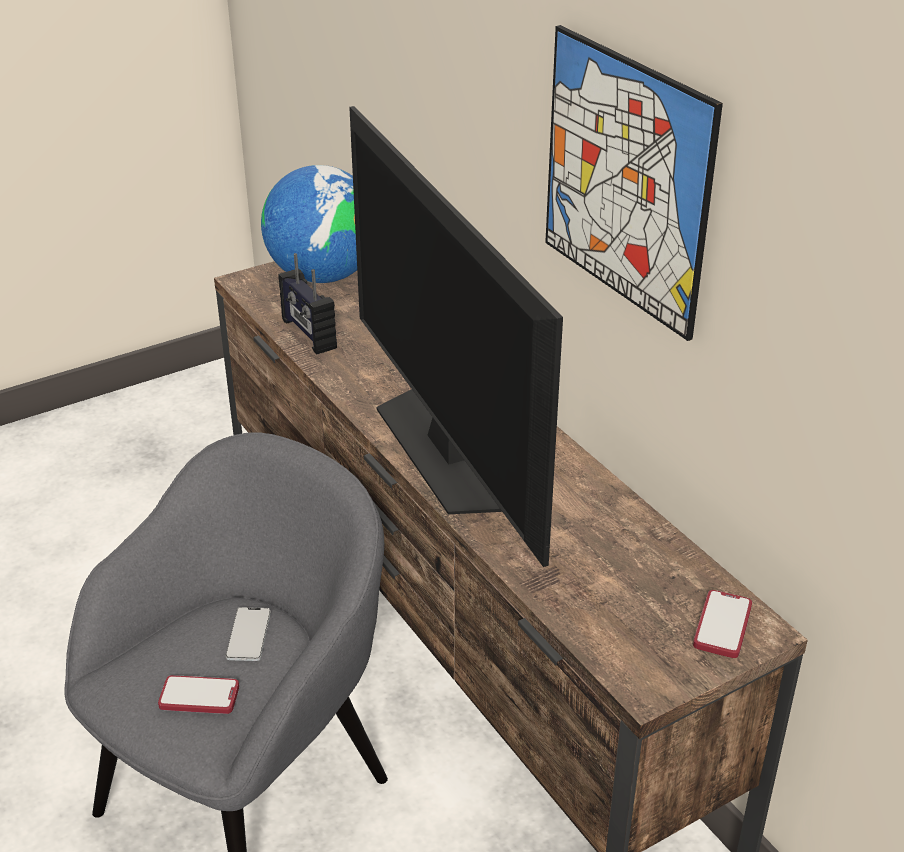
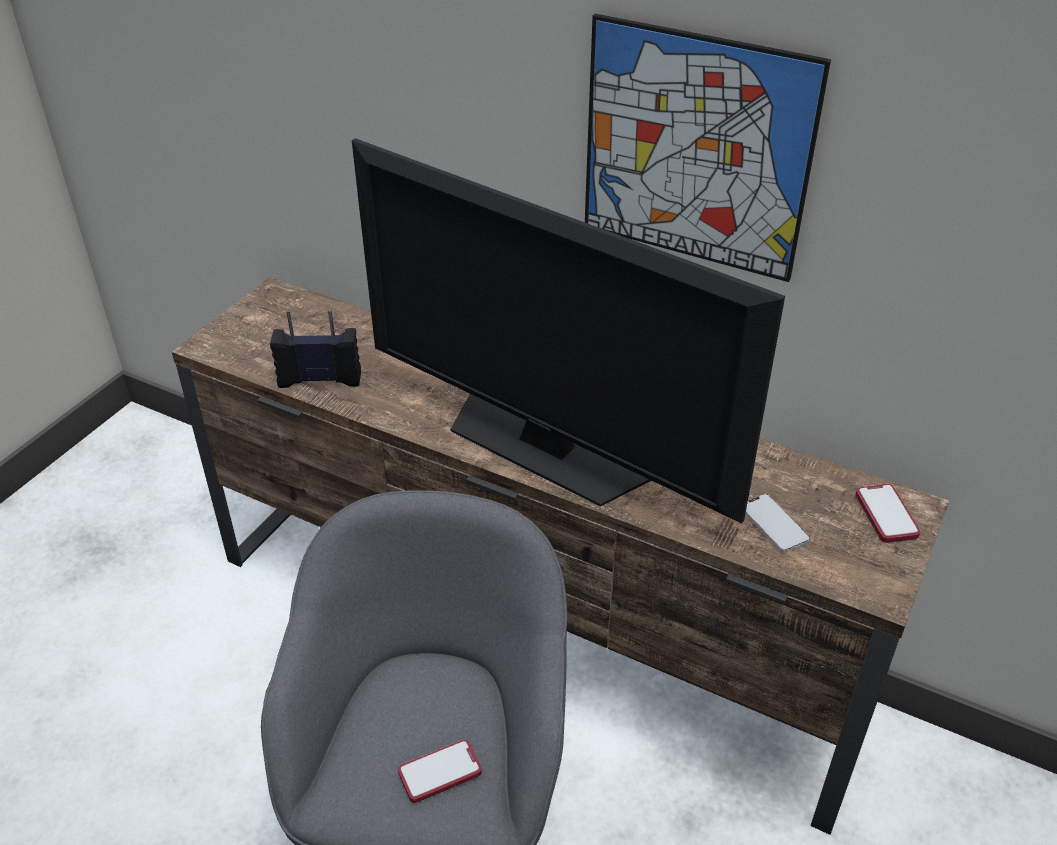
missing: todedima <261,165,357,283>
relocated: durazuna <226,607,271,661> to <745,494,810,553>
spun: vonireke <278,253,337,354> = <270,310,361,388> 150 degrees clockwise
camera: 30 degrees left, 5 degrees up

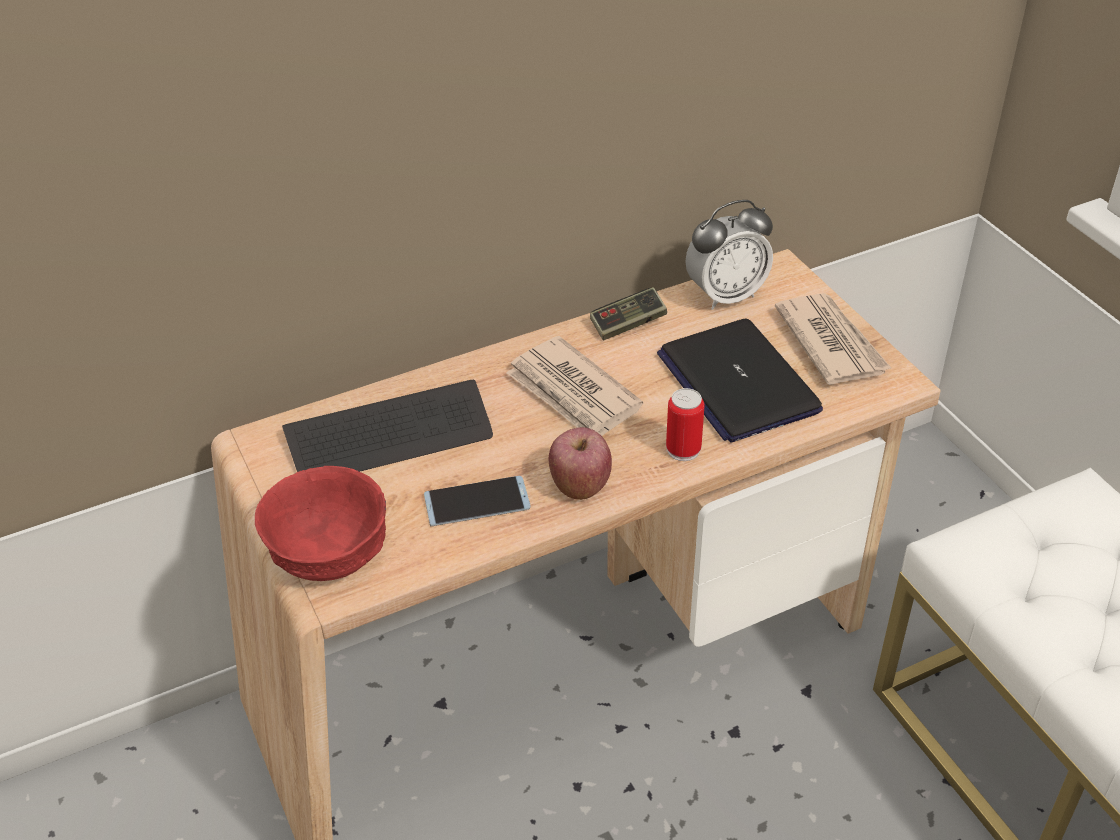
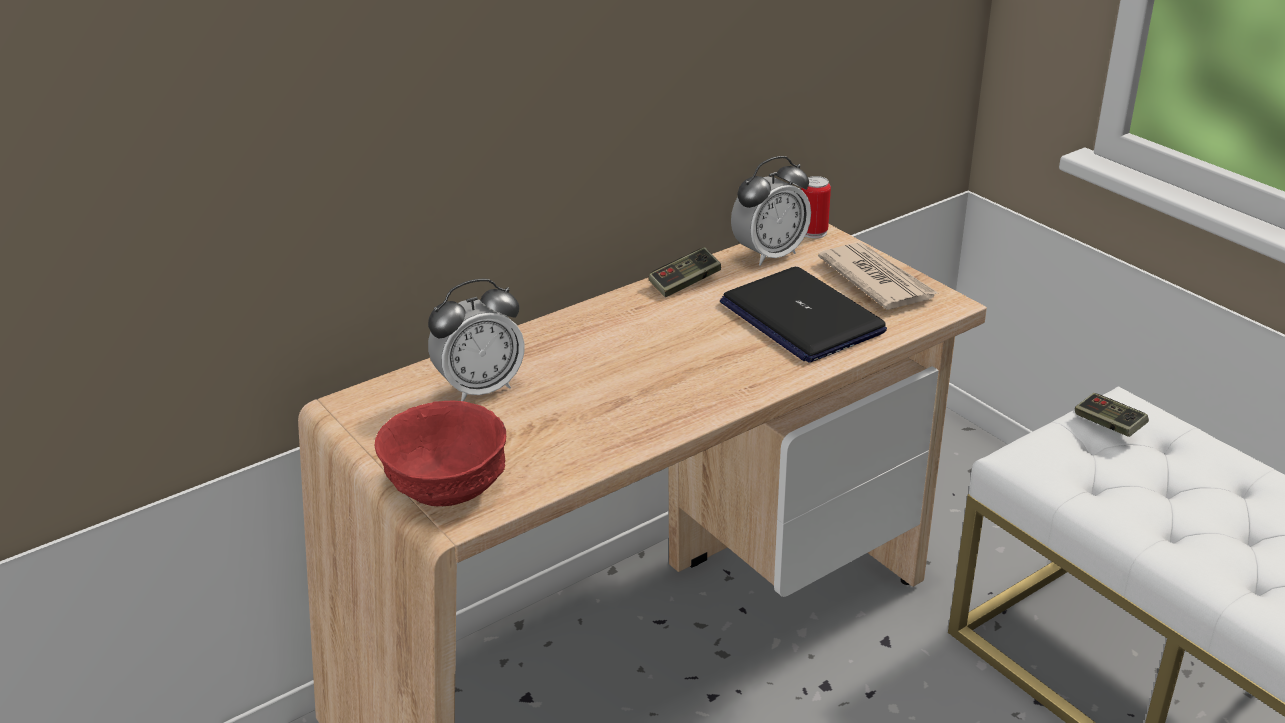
missing: durazuna <424,476,531,526>; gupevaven <506,336,643,436>; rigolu <548,427,612,500>
appeared: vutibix <1075,393,1149,437>
relocated: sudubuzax <666,388,704,461> to <801,176,831,238>
exchanged: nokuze <282,380,493,472> to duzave <428,279,525,401>
camera: 10 degrees left, 10 degrees down

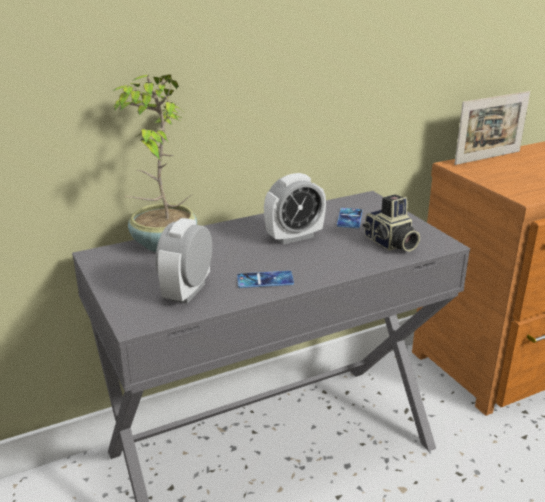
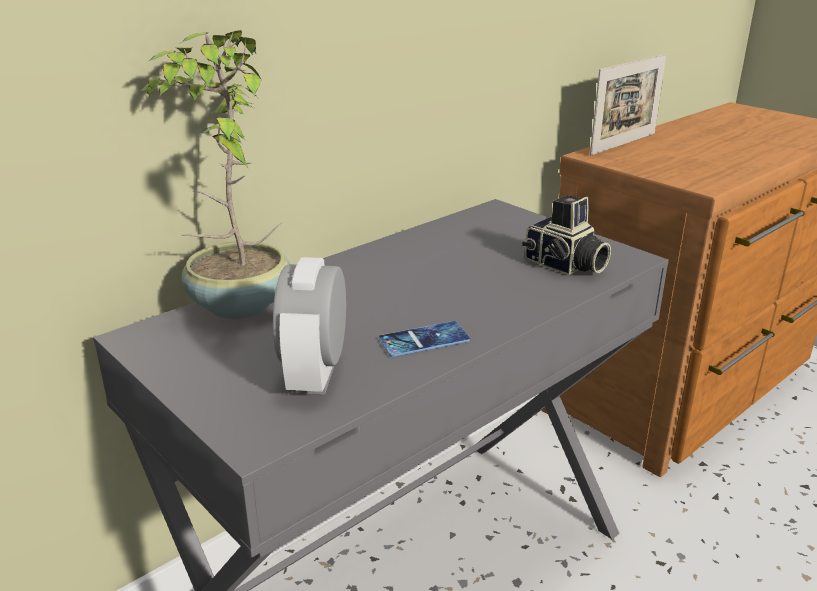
missing: duzave <264,173,326,244>; durazuna <337,208,362,228>
camera: 15 degrees left, 0 degrees up

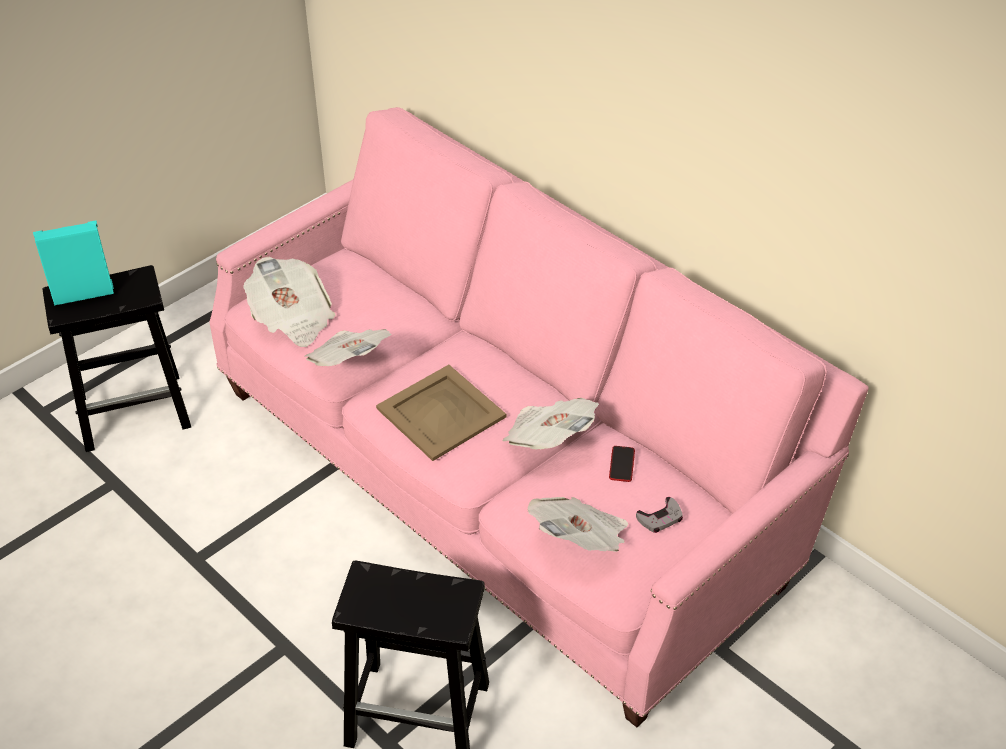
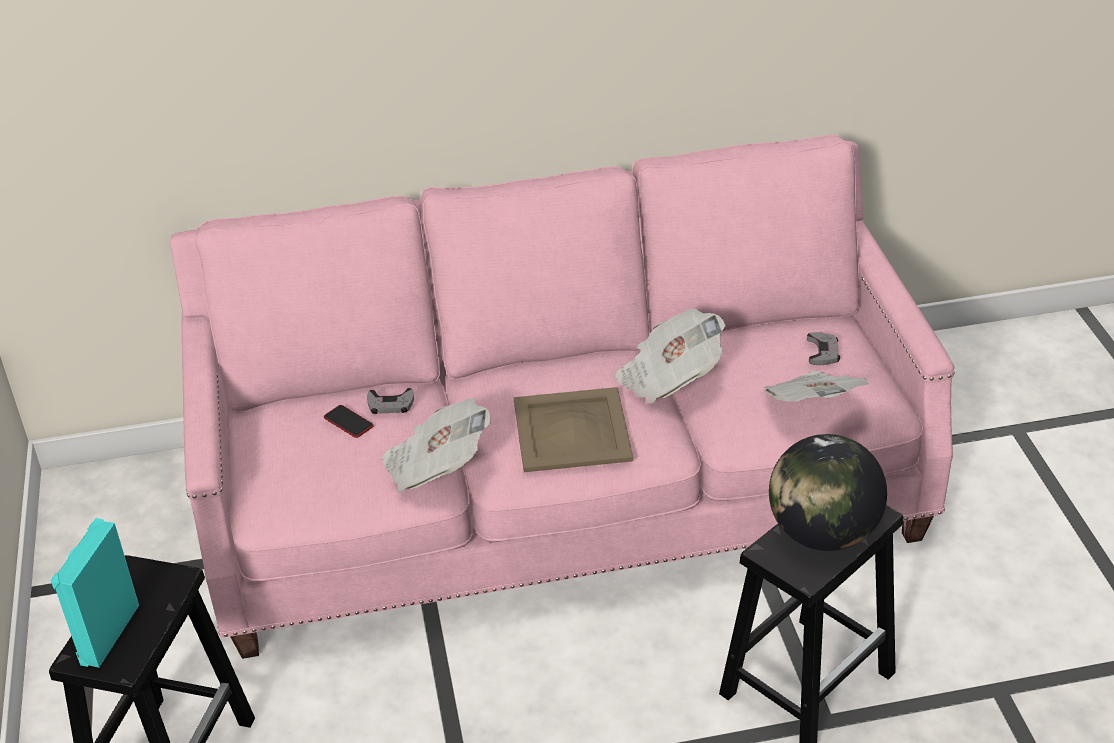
missing: gupevaven <243,256,335,347>
appeared: grey_vutibix <367,388,414,414>; todedima <769,434,887,551>
relocated: durazuna <609,446,635,482> to <324,405,373,438>
camera: 55 degrees left, 5 degrees down

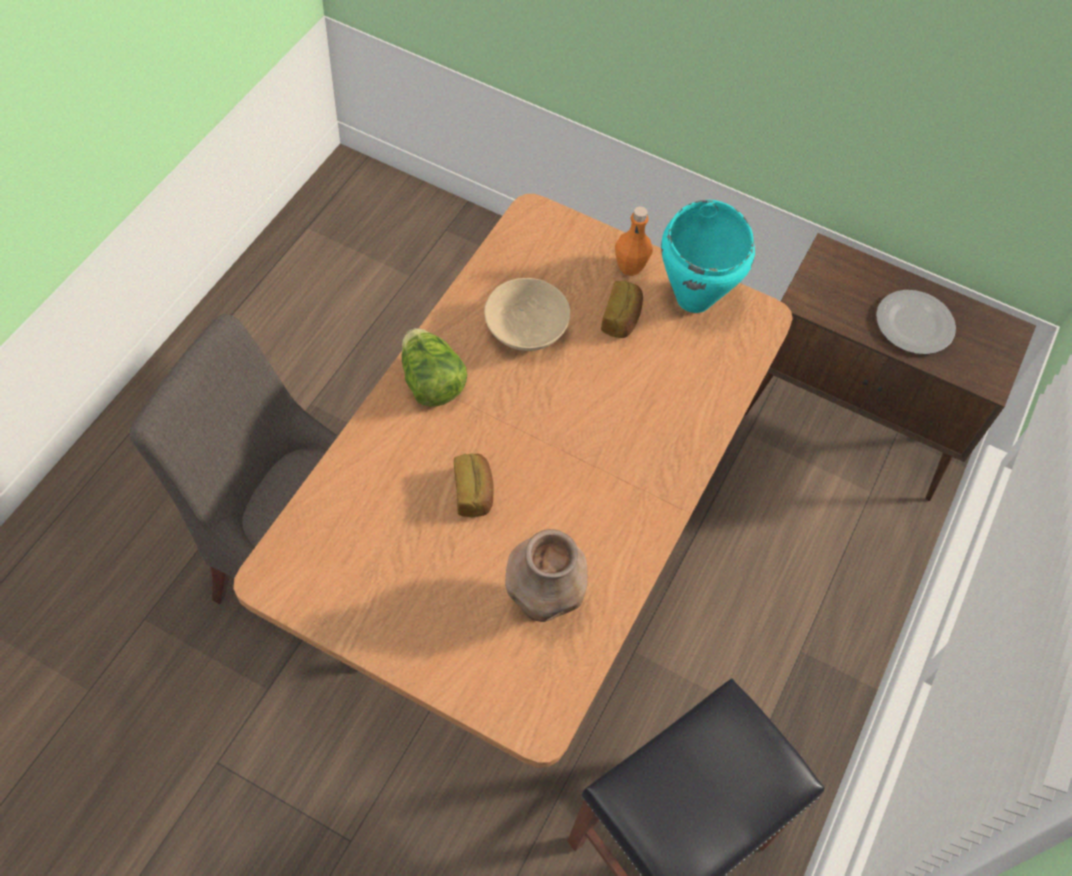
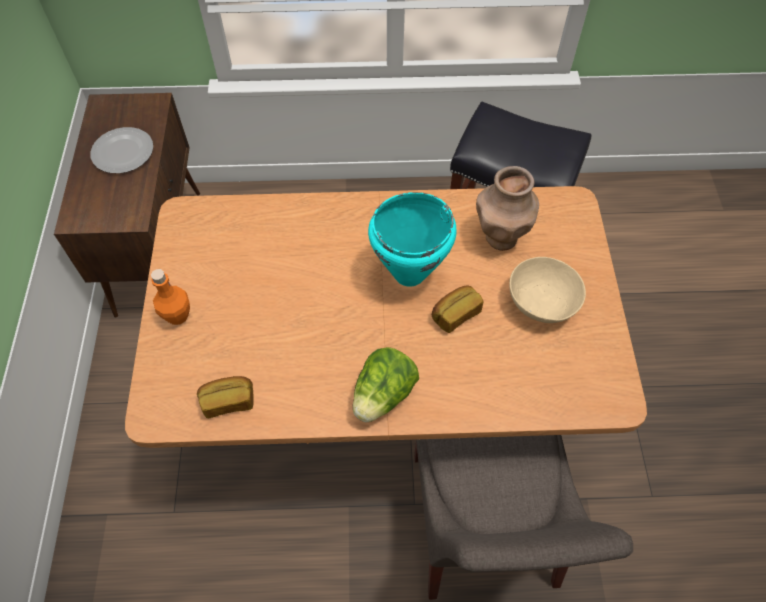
relocated: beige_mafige <484,278,570,351> to <509,257,586,323>; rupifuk <601,281,643,338> to <197,376,254,418>; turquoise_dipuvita <661,200,755,313> to <368,192,456,287>
camera: 115 degrees left, 0 degrees up

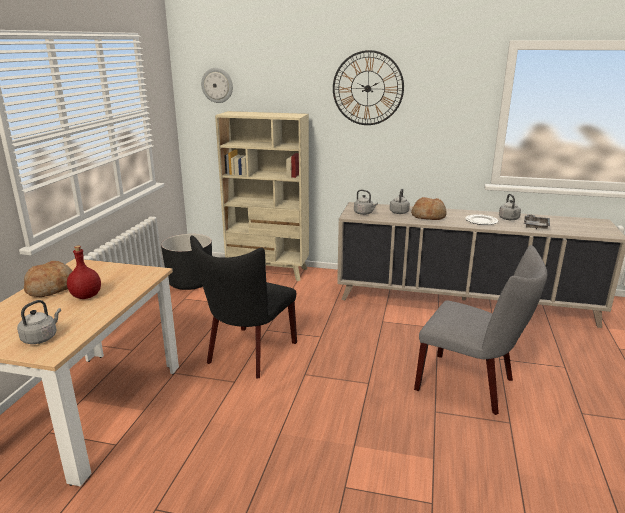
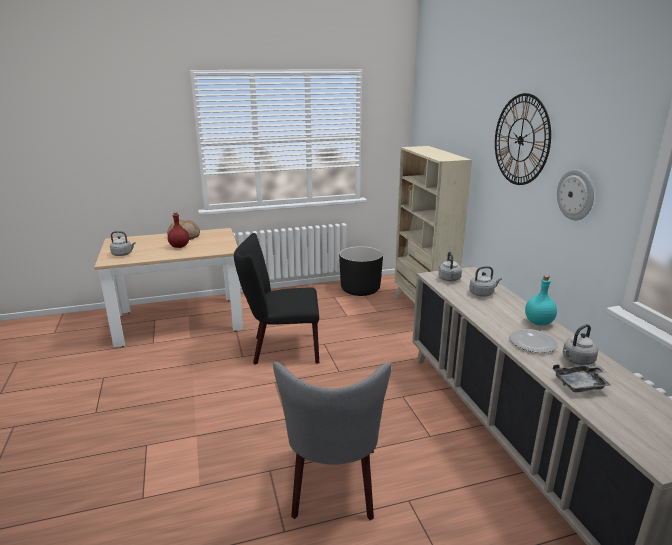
missing: rupifuk <411,197,447,220>
appeared: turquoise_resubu <525,275,557,325>
relocated: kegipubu <201,68,233,103> to <557,169,594,220>
camera: 60 degrees right, 0 degrees up

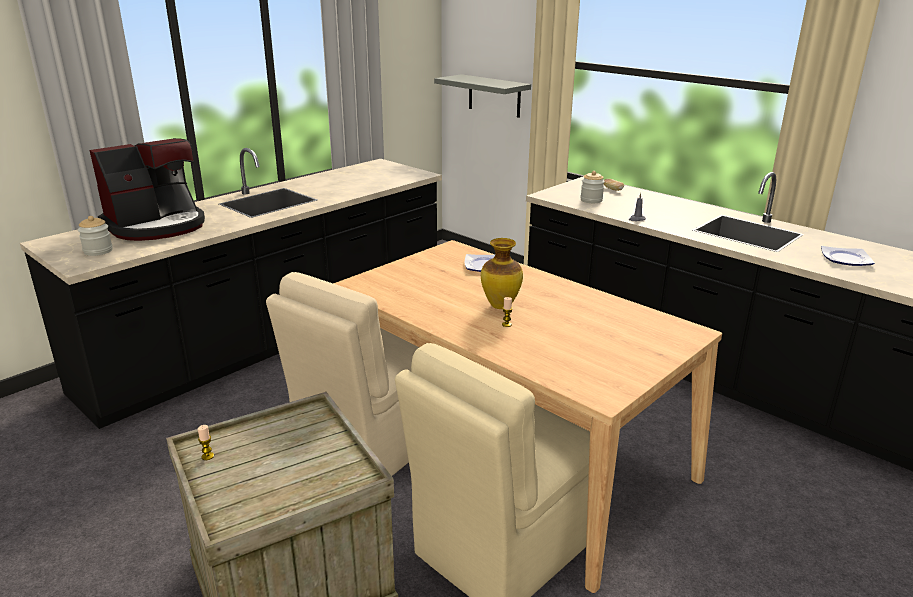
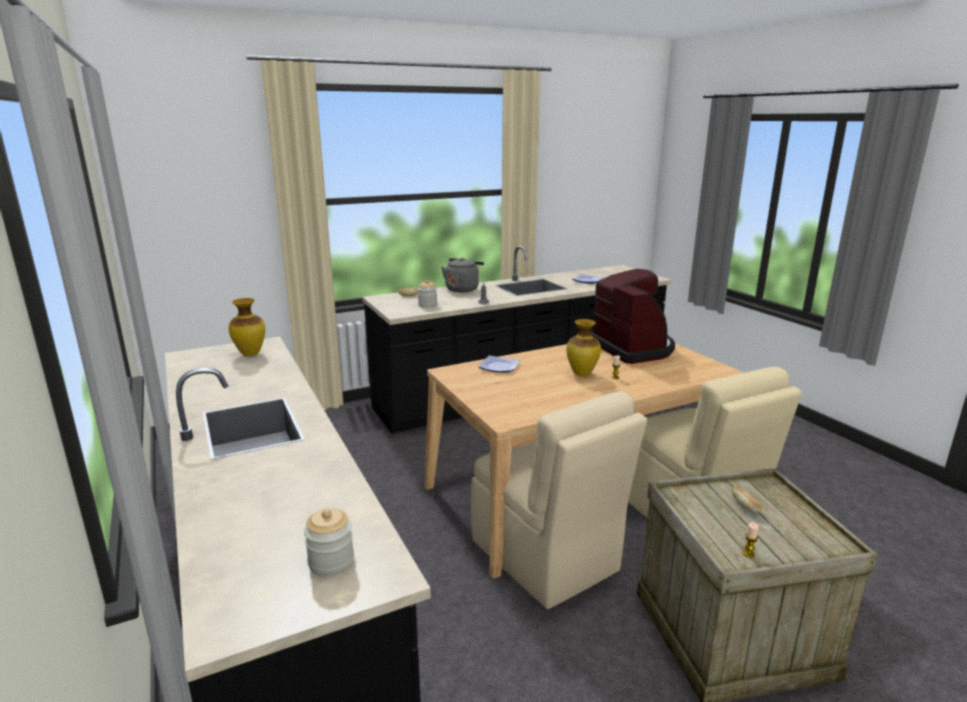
missing: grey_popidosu <434,74,531,118>
appeared: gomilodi <229,298,265,356>; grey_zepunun <441,258,484,292>; rupifuk <732,486,762,513>
relocated: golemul <90,138,205,241> to <591,269,675,364>
camera: 70 degrees left, 5 degrees down

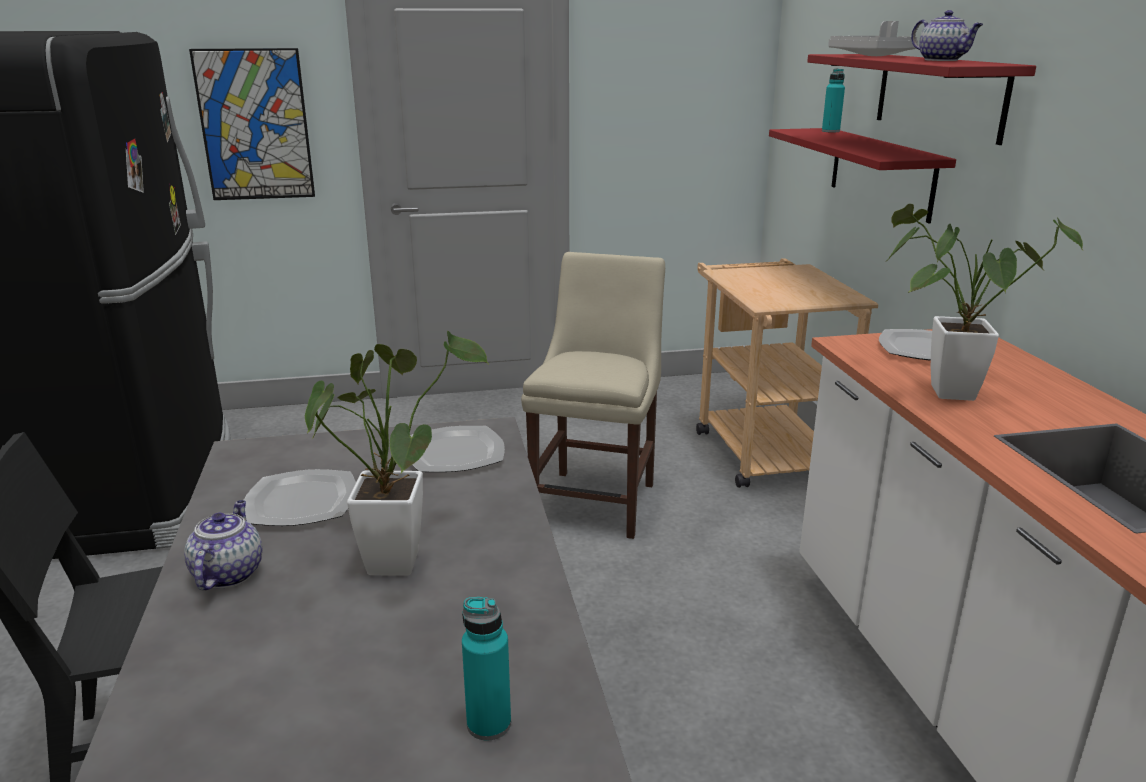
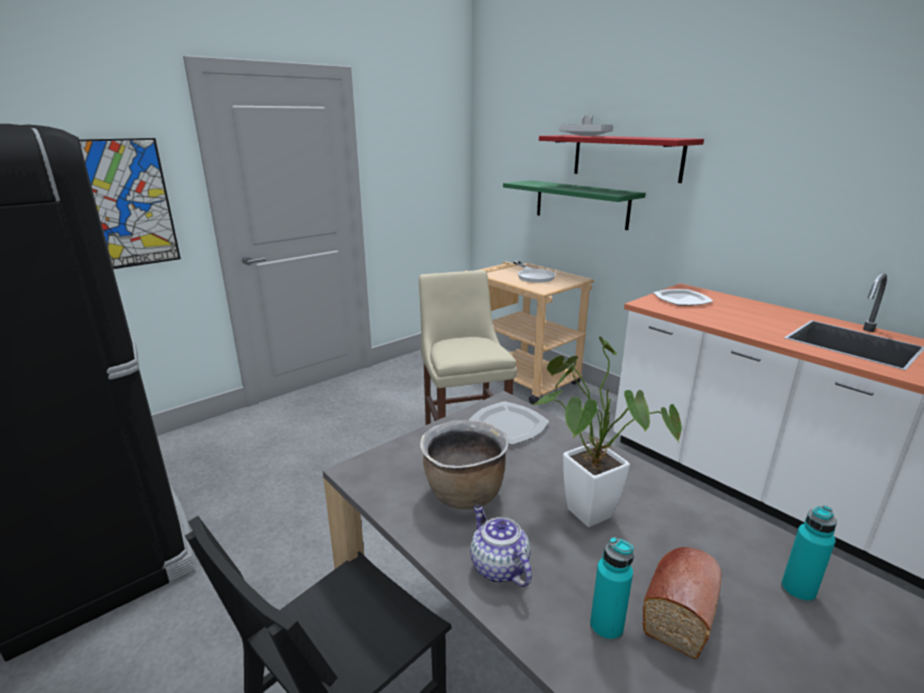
missing: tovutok <888,204,1083,401>; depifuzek <911,10,983,61>
appeared: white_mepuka <513,261,556,283>; rupifuk <642,547,722,659>
relocated: turquoise_resubu <822,69,845,133> to <590,537,634,642>
exchanged: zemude <244,469,356,526> to brown_dipuvita <420,420,508,510>
colour: red_popidosu <769,128,956,223> to green_popidosu <503,180,646,230>
camera: 30 degrees left, 0 degrees up

